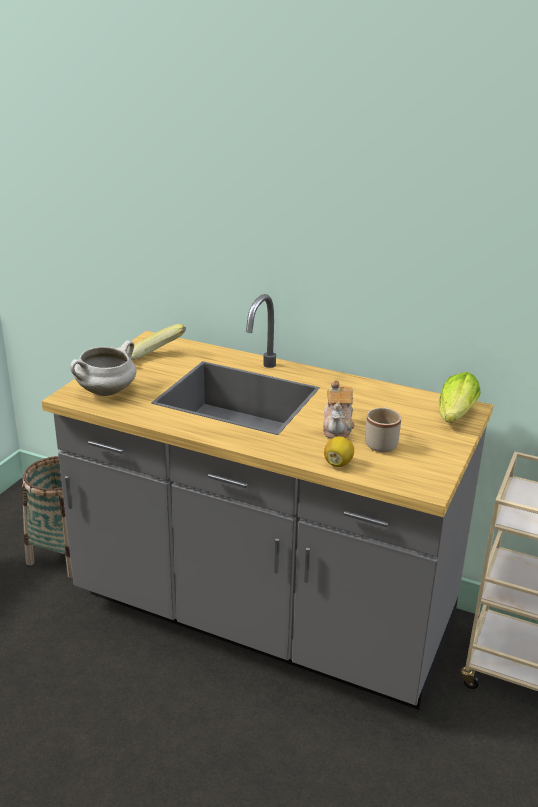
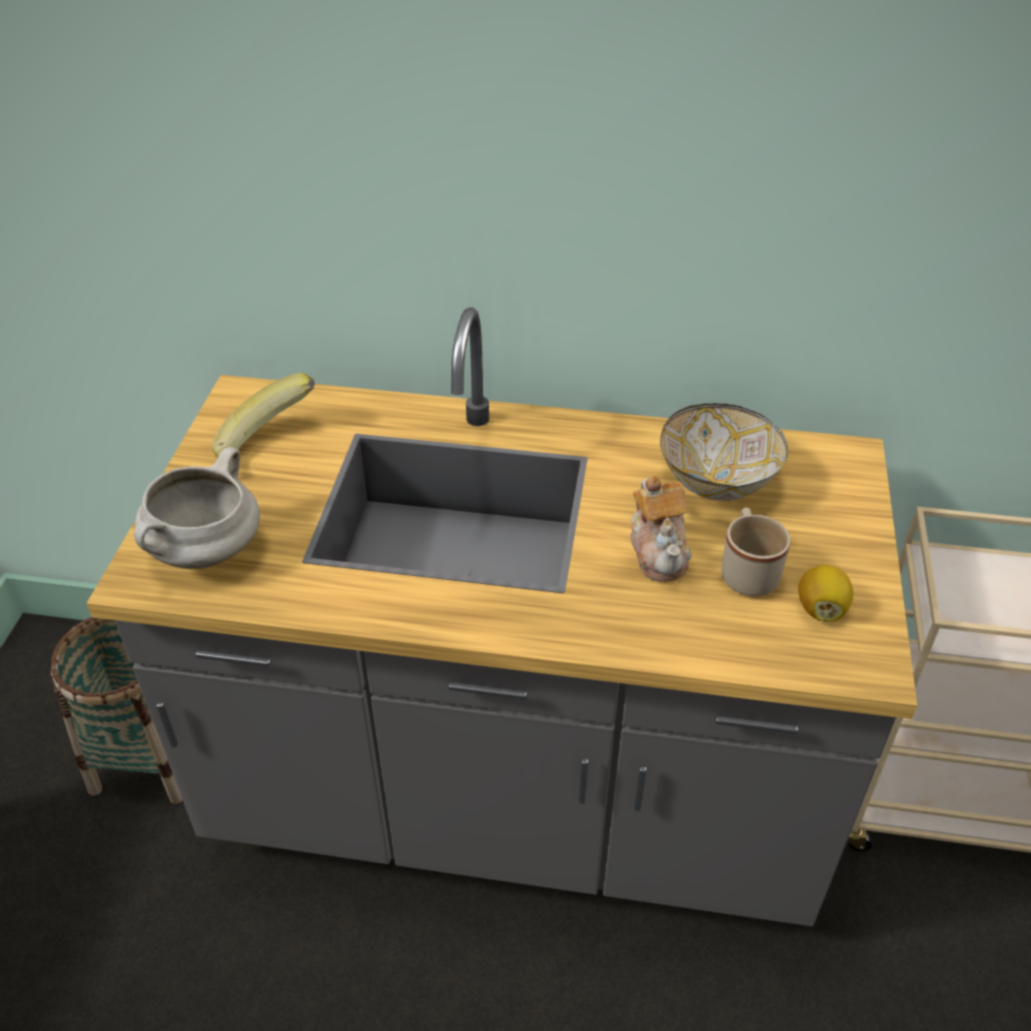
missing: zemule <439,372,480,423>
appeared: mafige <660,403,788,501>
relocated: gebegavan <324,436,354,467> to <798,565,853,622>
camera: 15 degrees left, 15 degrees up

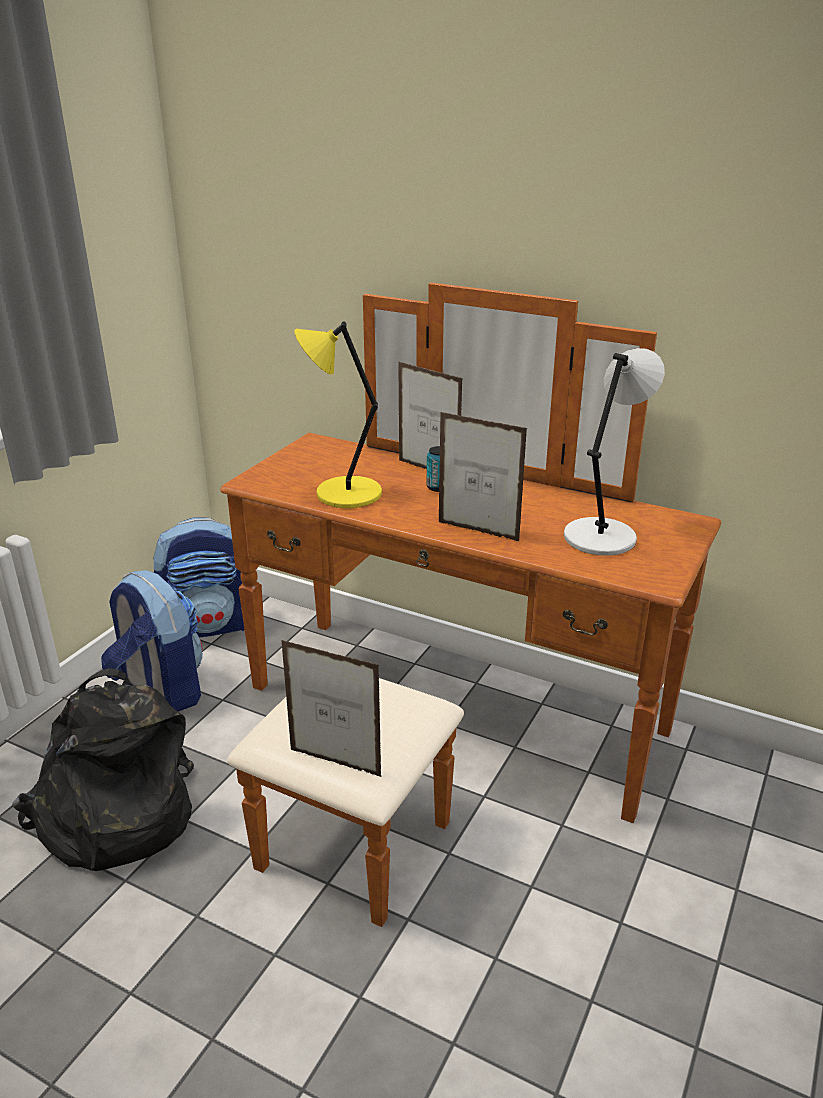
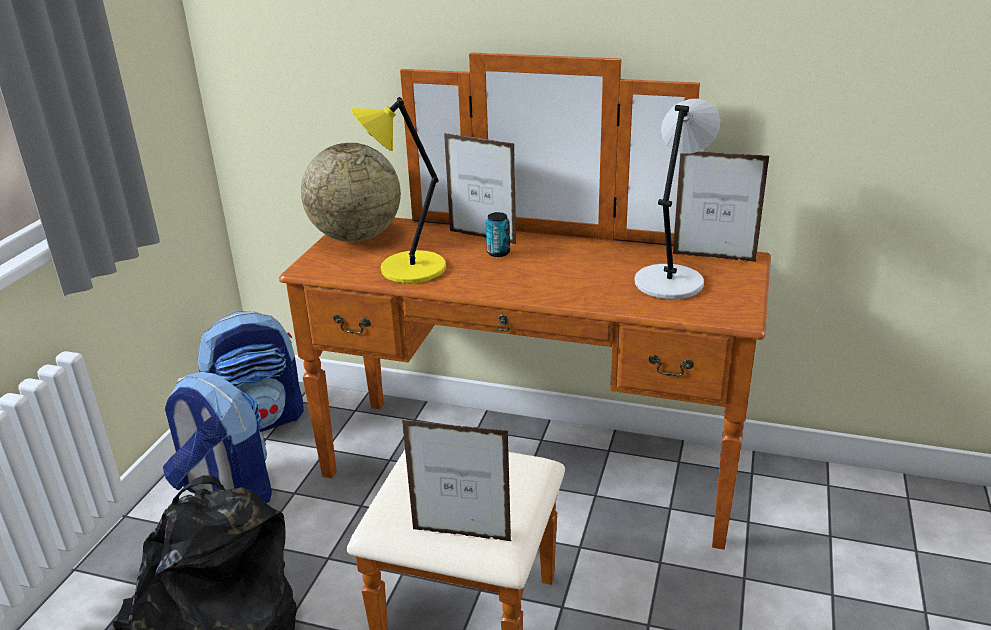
appeared: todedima <301,143,401,242>
relocated: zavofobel <439,412,527,542> to <673,151,770,262>
camera: 10 degrees left, 0 degrees up

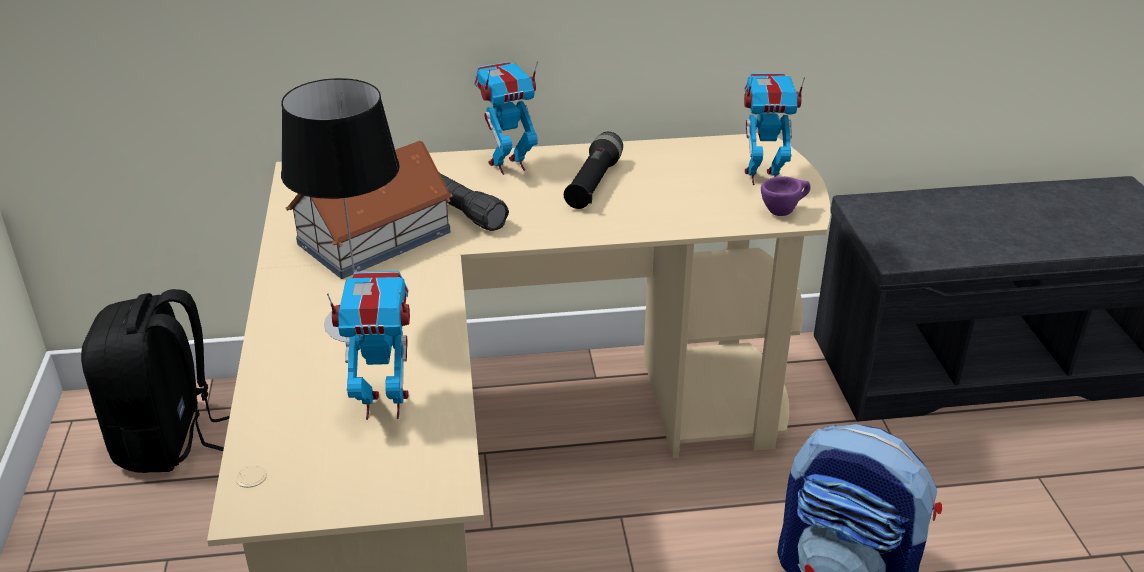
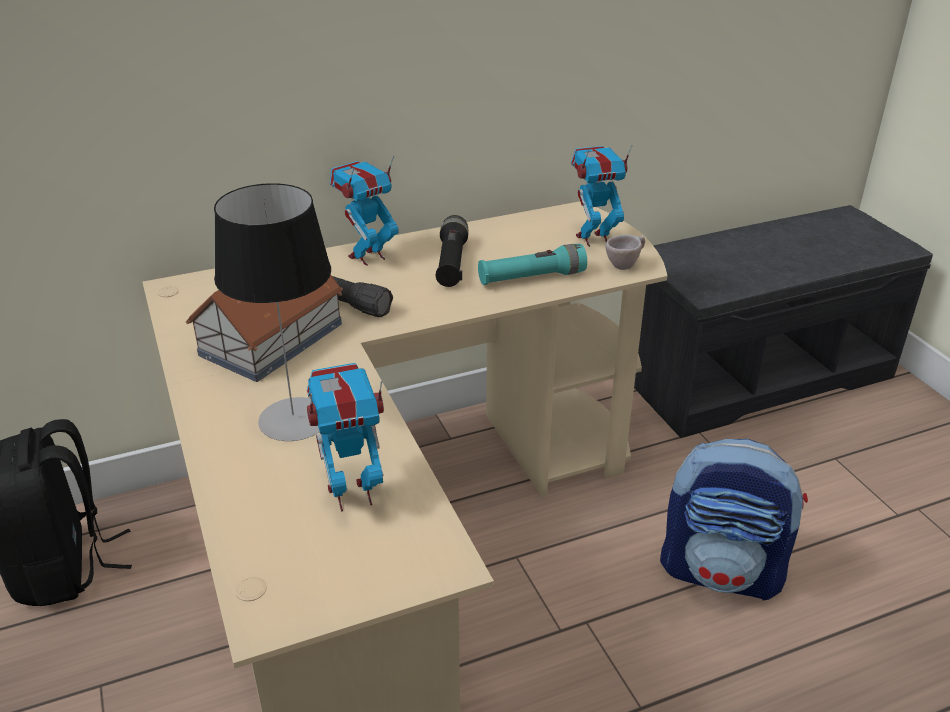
appeared: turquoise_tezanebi <478,244,587,285>
colour: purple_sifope <761,176,811,216> to beige_sifope <605,235,645,270>
camera: 15 degrees left, 0 degrees up

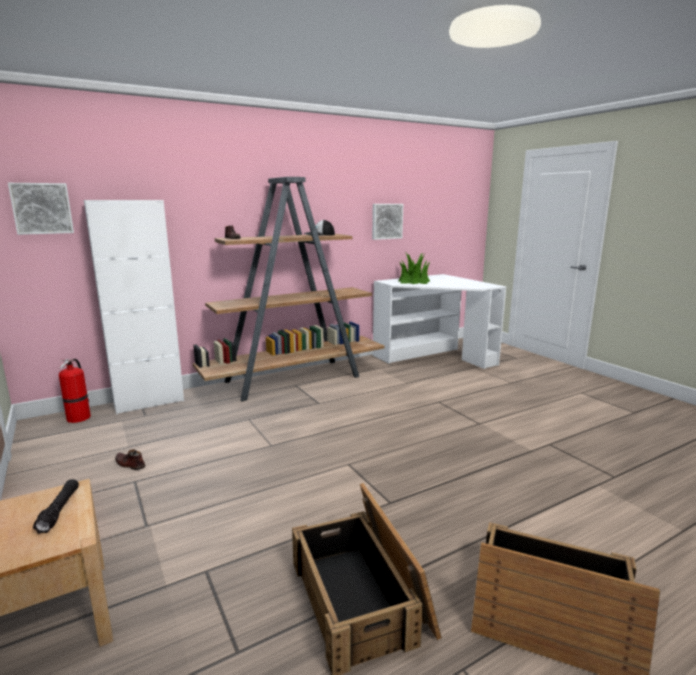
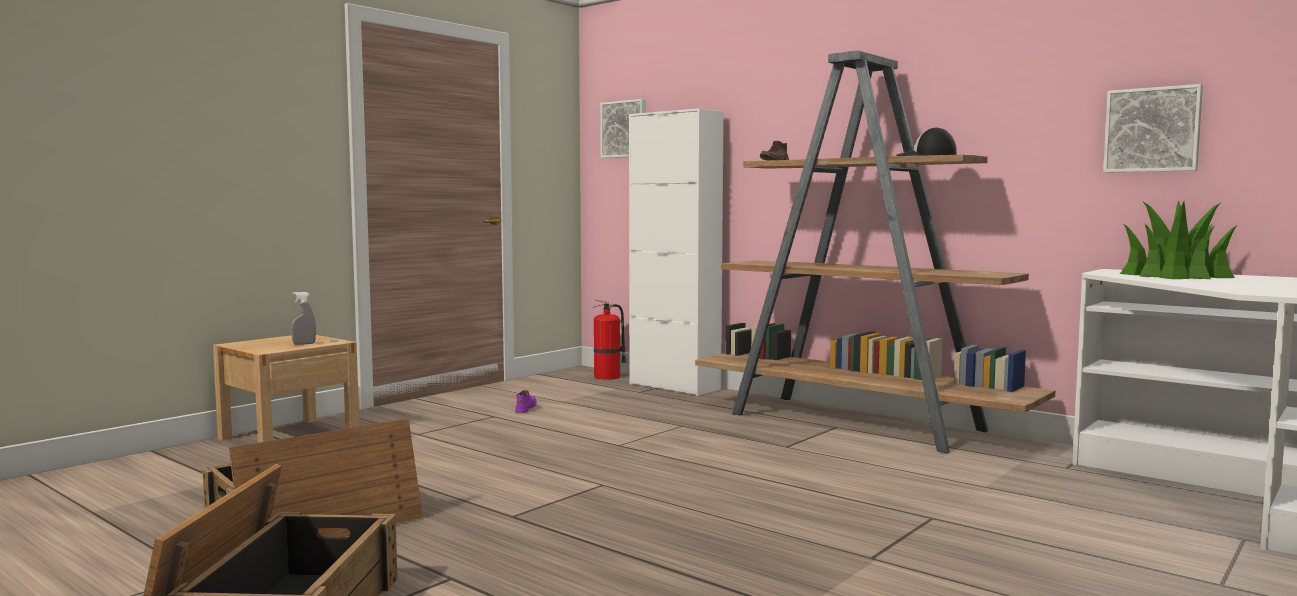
exchanged: black_tezanebi <33,479,79,534> to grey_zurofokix <291,292,316,345>
colour: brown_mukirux <115,449,145,470> to purple_mukirux <515,390,537,413>
camera: 70 degrees right, 10 degrees down

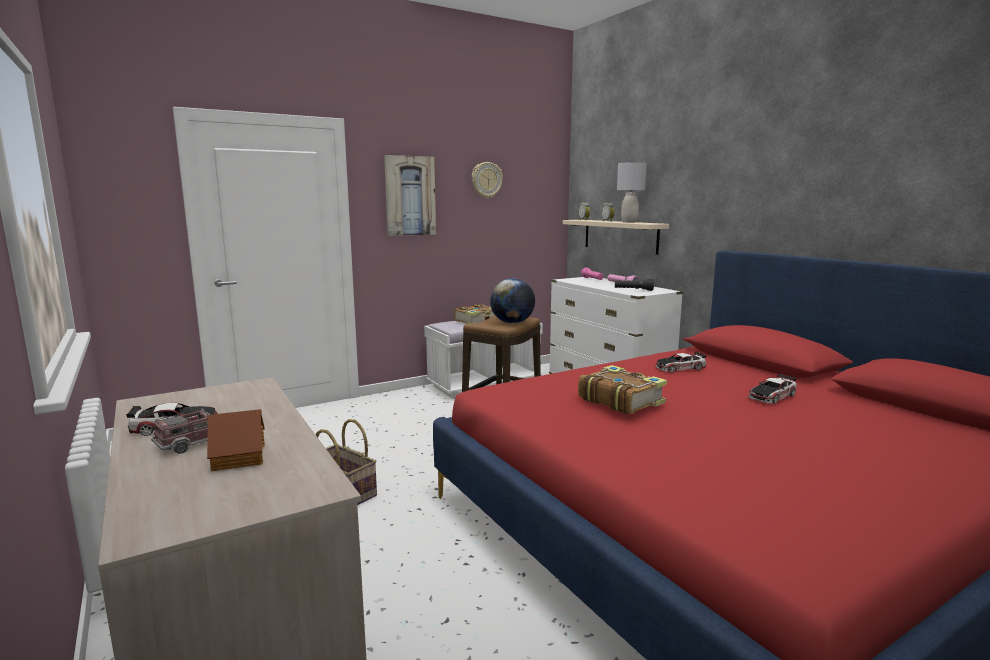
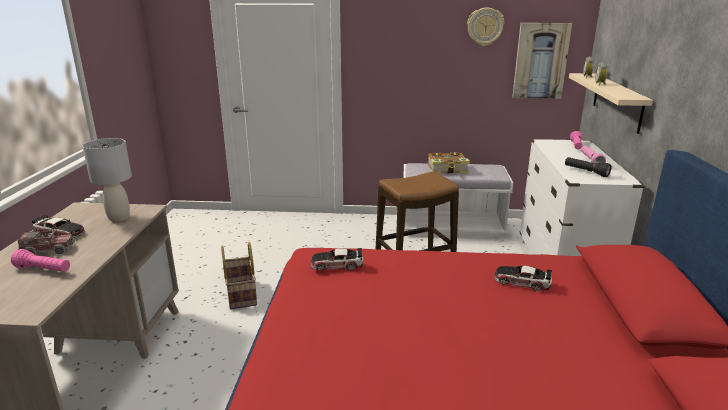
missing: todedima <490,278,535,324>; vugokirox <578,365,667,414>
relocated: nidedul <384,155,436,236> to <512,23,572,99>; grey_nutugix <617,162,647,223> to <82,138,132,222>; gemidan <749,374,797,403> to <311,248,363,271>
exchanged: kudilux <207,409,265,471> to pink_tezanebi <11,249,70,272>
camera: 35 degrees right, 10 degrees up

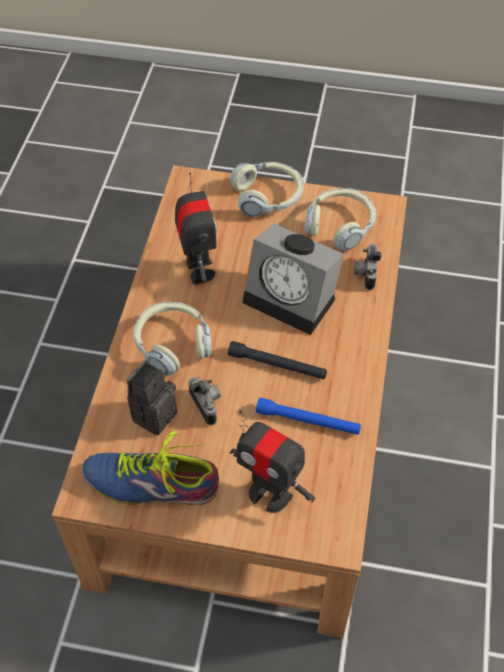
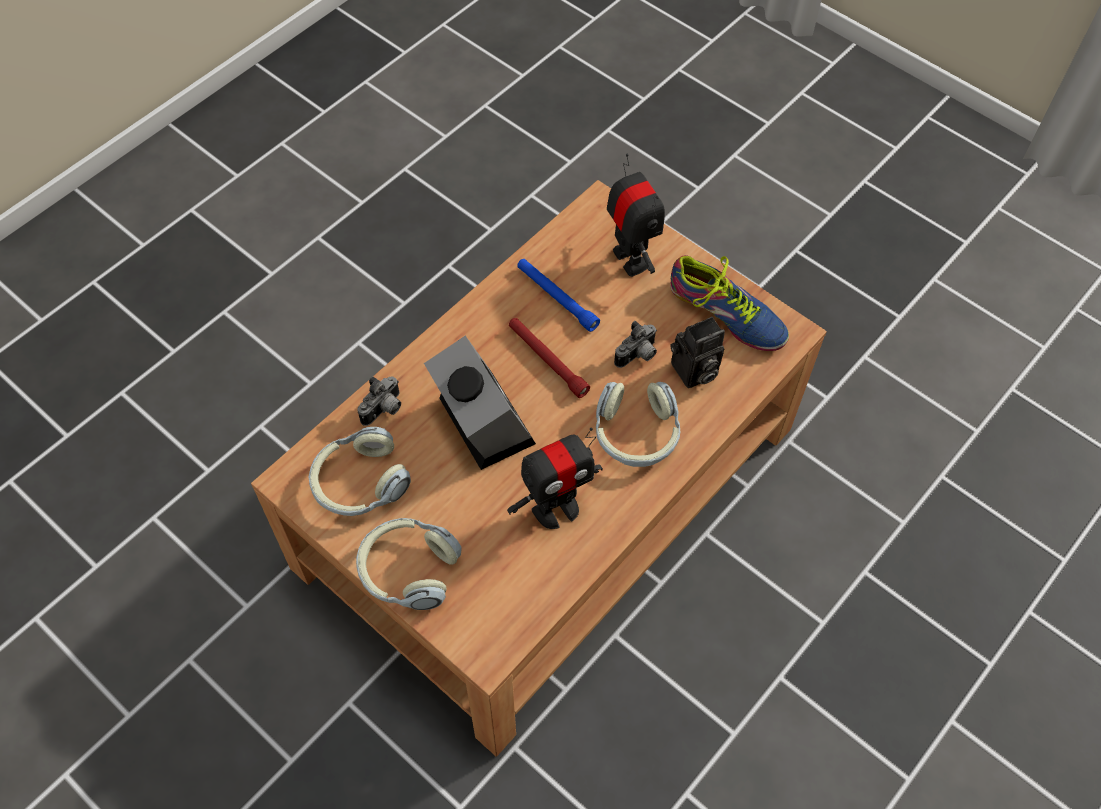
colour: black_tezanebi <228,341,327,379> to red_tezanebi <509,318,590,398>
spun: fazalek <175,172,217,285> = <507,428,603,529> 135 degrees counterclockwise; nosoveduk <188,377,221,425> = <614,321,657,368> 135 degrees counterclockwise
camera: 150 degrees left, 5 degrees up

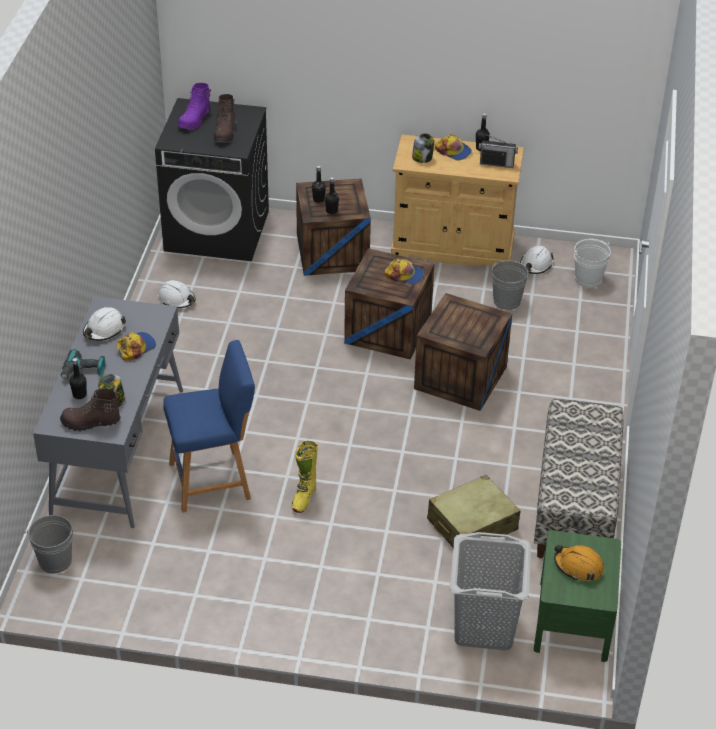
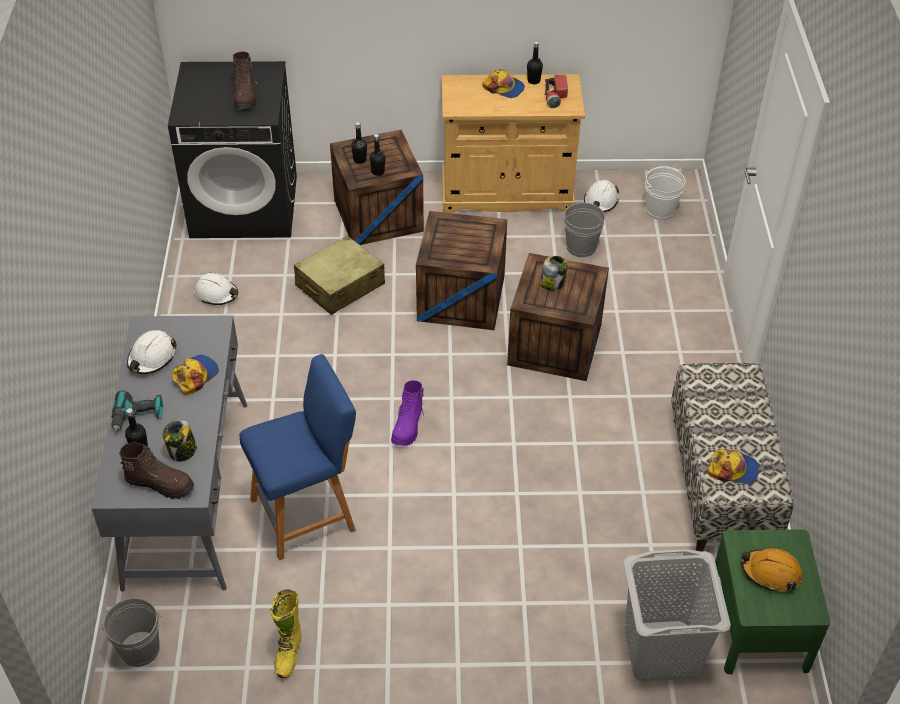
relocated: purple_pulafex <178,83,211,130> to <391,380,424,446>; yellow_pulafex <292,441,318,513> to <271,589,302,678>; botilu <384,258,424,285> to <707,449,759,484>; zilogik <412,133,434,163> to <540,256,568,291>; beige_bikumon <427,475,521,547> to <294,236,385,315>
exchanged: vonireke <479,135,518,168> to tezanebi <545,75,568,108>
spun: brown_pulafex <60,389,120,431> = <119,442,194,499> 150 degrees counterclockwise
camera: 10 degrees left, 5 degrees up

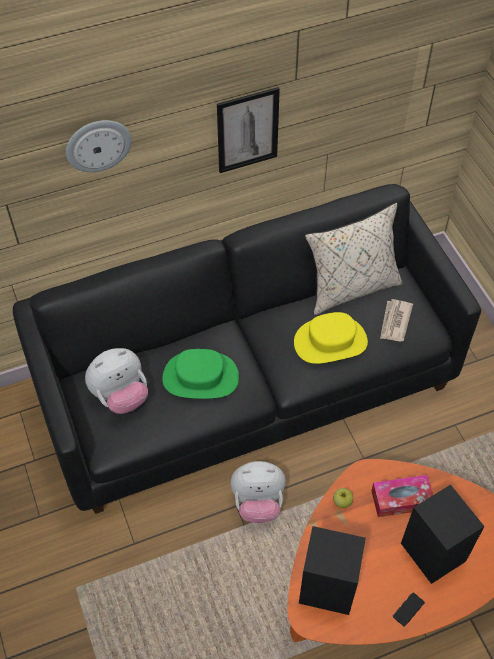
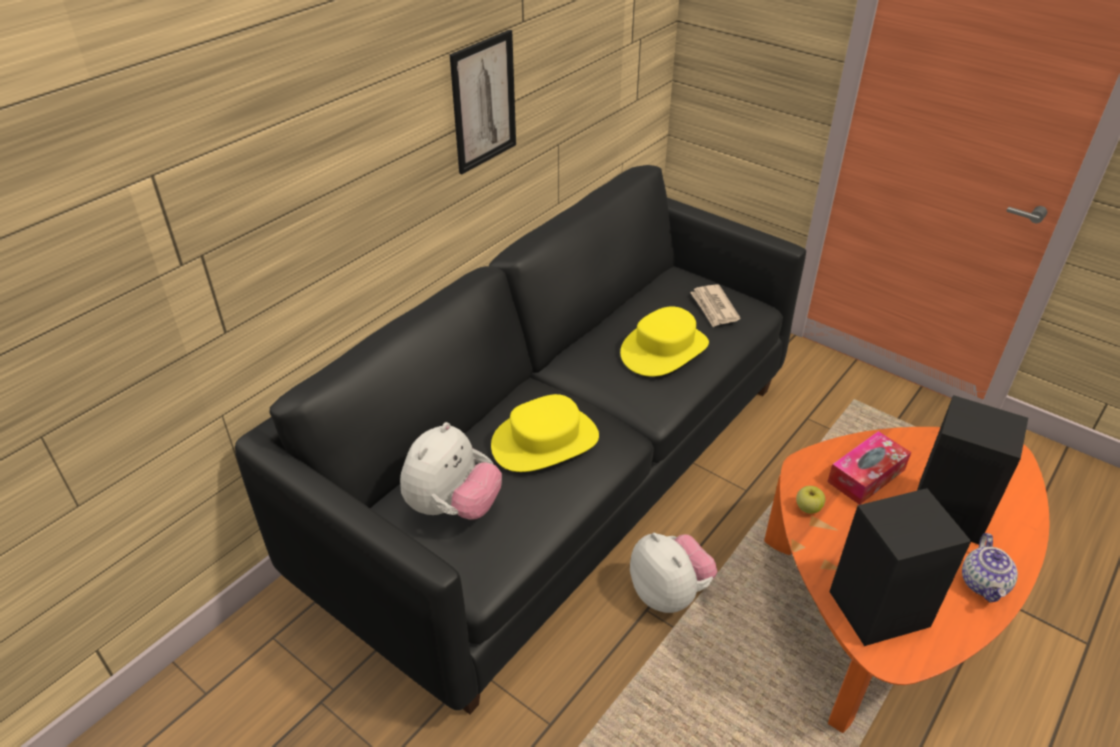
missing: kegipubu <66,120,132,172>; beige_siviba <305,203,402,315>
exchanged: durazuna <393,593,425,627> to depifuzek <962,533,1018,602>
colour: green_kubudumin <162,349,239,399> to yellow_kubudumin <491,394,599,472>
spun: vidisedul <231,461,286,523> = <630,533,717,613> 90 degrees counterclockwise
camera: 30 degrees left, 15 degrees down

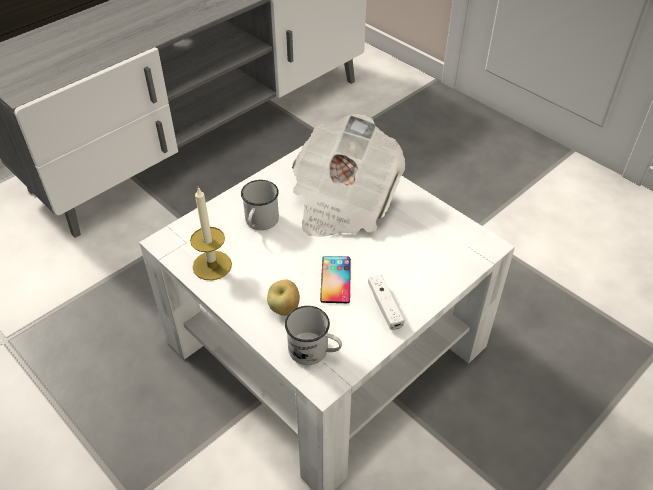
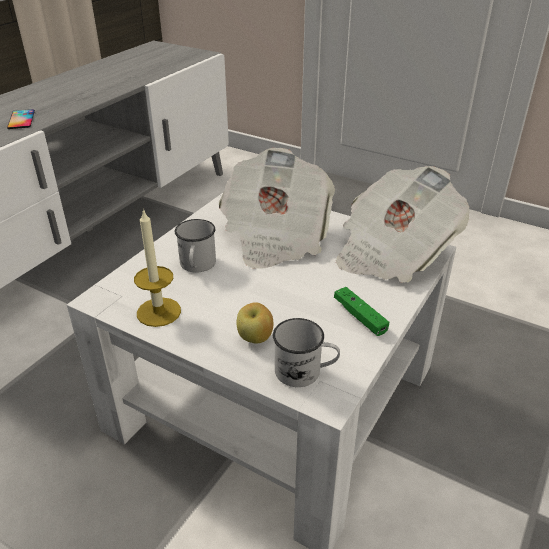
appeared: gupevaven <336,166,470,283>
relocated: durazuna <320,256,351,303> to <7,109,35,129>
colour: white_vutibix <368,275,404,330> to green_vutibix <334,287,389,336>
camera: 15 degrees left, 10 degrees down

